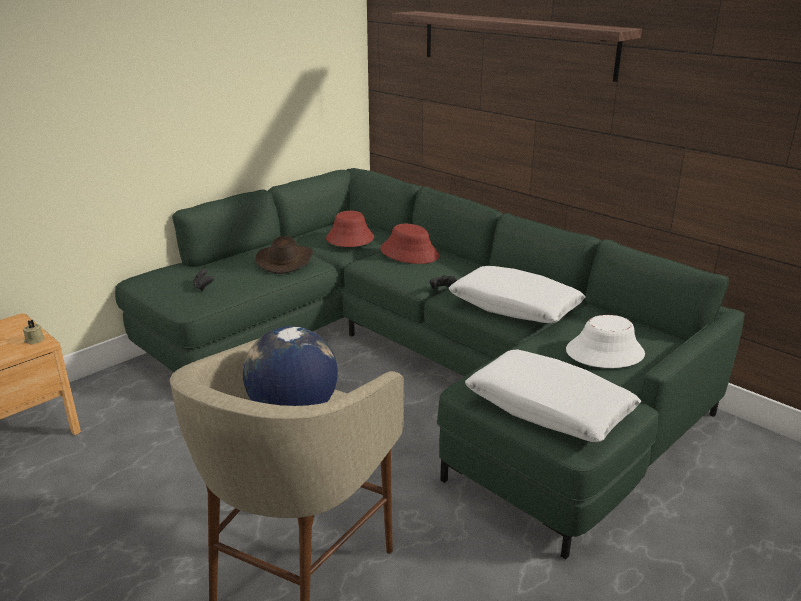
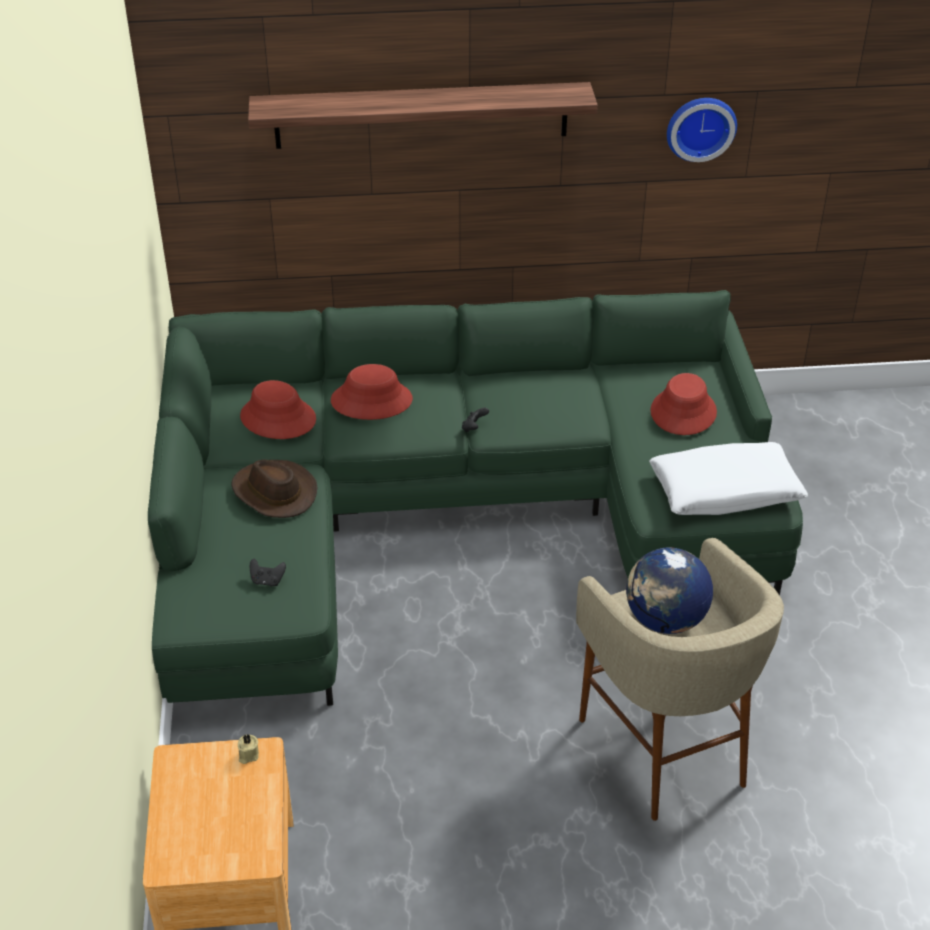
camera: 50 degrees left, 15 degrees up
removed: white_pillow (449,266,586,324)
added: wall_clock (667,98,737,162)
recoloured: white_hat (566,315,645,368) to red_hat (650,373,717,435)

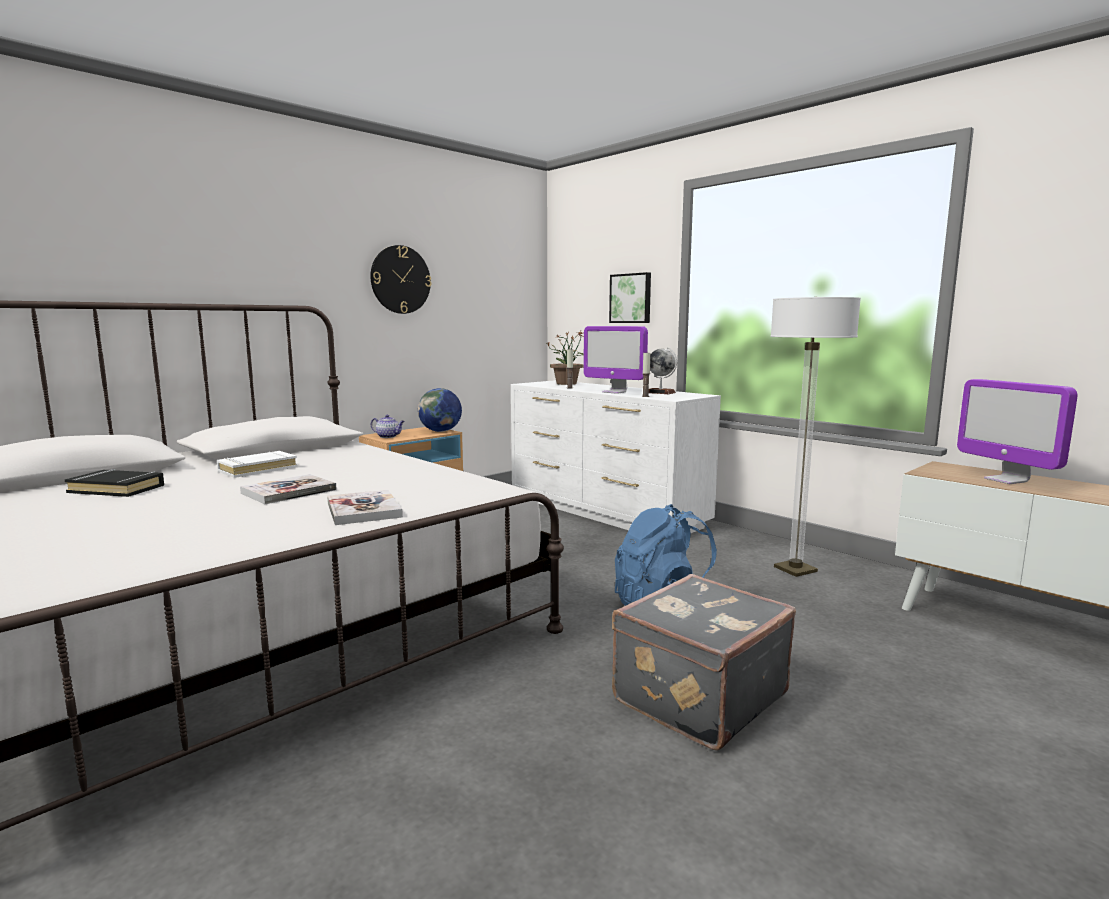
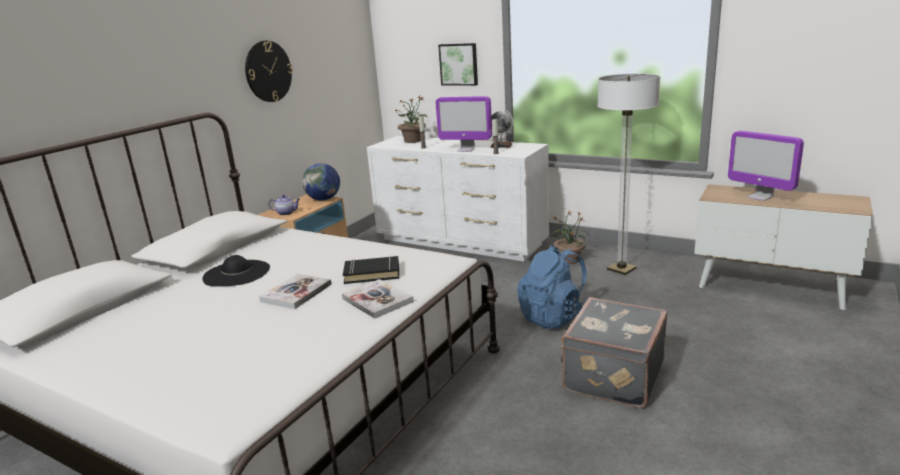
camera: 15 degrees left, 10 degrees up
added: potted_plant (549,212,587,264)
moved: black_book (65,469,164,497) to (343,256,399,284)
replaced: white_book (217,451,298,478) to black_hat (202,255,270,287)

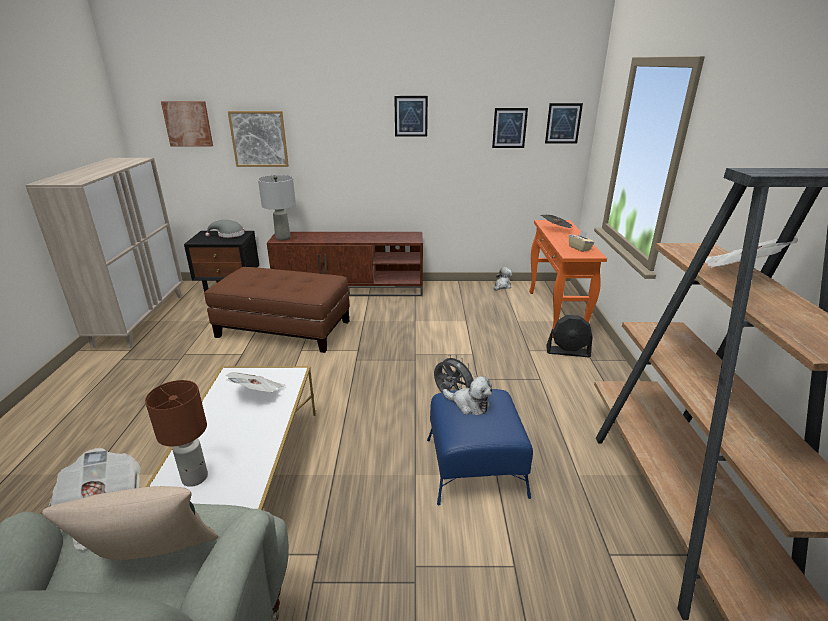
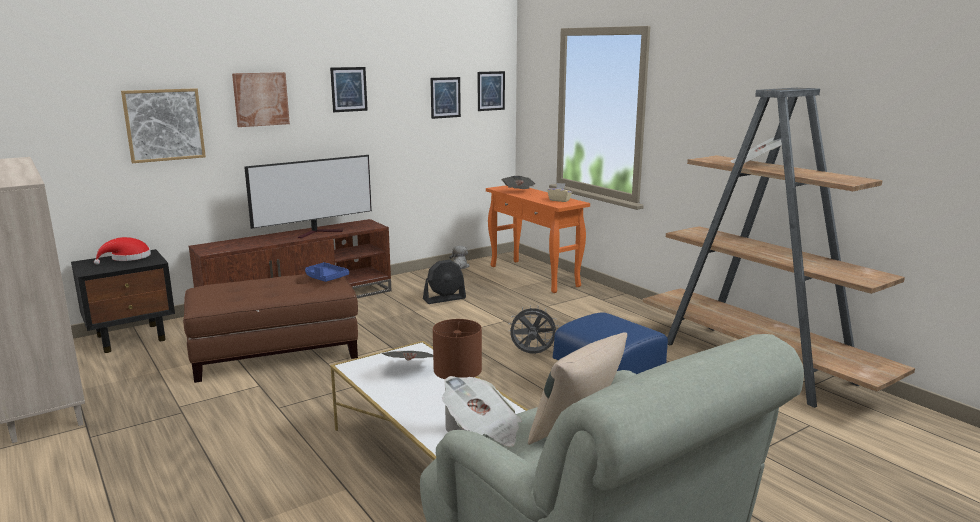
camera: 35 degrees left, 10 degrees down
removed: grey_table_lamp (258,175,296,241); plush_toy (443,376,492,415)
added: television (244,155,372,238); blue_tray (305,262,349,282)
moved: picture (161,101,213,146) to (232,72,290,127); black_fan (546,315,593,357) to (423,260,466,304)
recoloured: grey_hat (205,220,245,238) to red_hat (94,237,151,265)

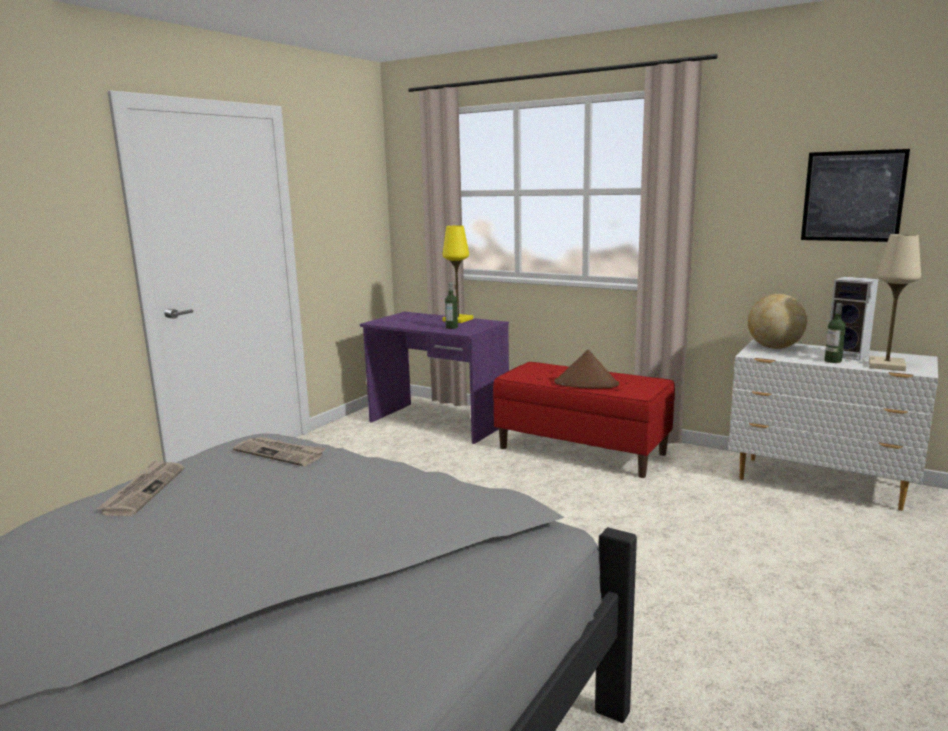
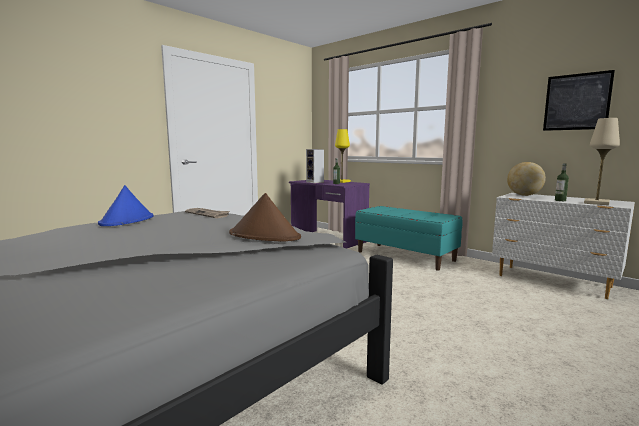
camera: 10 degrees right, 5 degrees down
moved: brown_hat (554,349,619,388) to (229,193,301,241); speaker (830,276,878,361) to (306,149,324,183)
replaced: newspaper (97,460,184,516) to blue_hat (98,185,153,226)
recoloured: red_bench (493,362,675,478) to turquoise_bench (355,206,462,271)

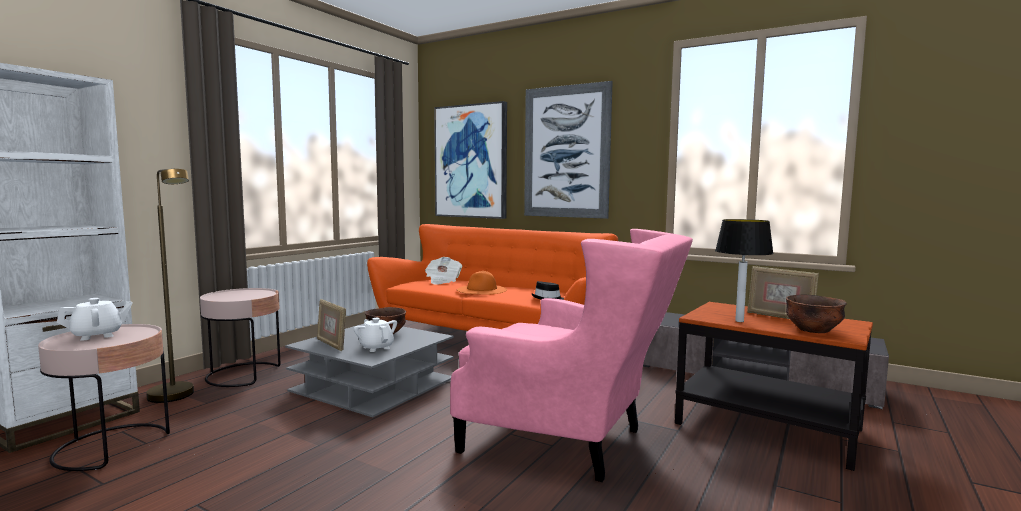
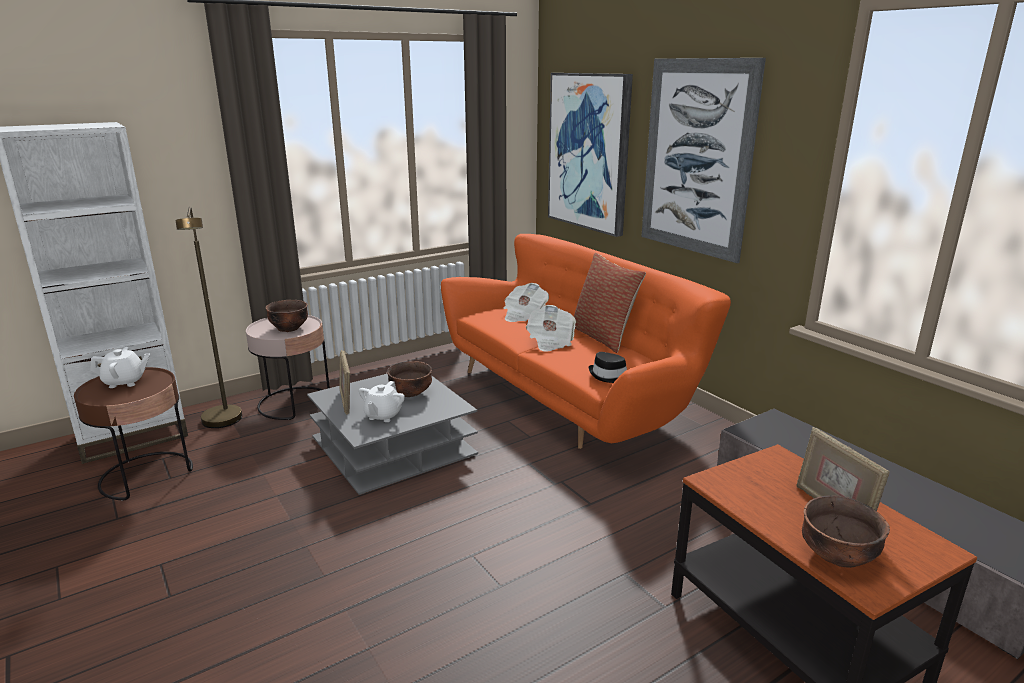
camera: 25 degrees right, 15 degrees up
removed: pink_armchair (450,229,693,482); table_lamp (715,219,774,322)
added: brown_bowl (265,300,308,332); pillow (573,253,646,353)
replaced: orange_hat (457,271,507,295) to newspaper (526,305,576,352)
recoloured: pink_side_table (38,324,170,471) to brown_side_table (74,367,193,501)
turned: white_teapot (354,318,397,352) = (359,381,405,422) 150 degrees counterclockwise

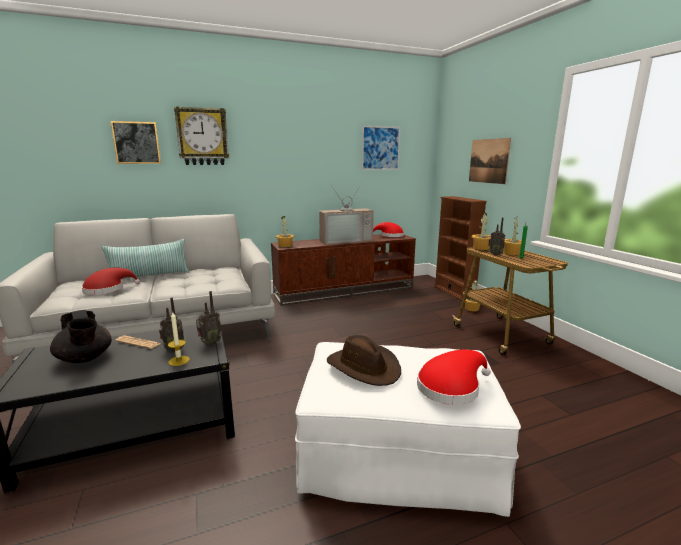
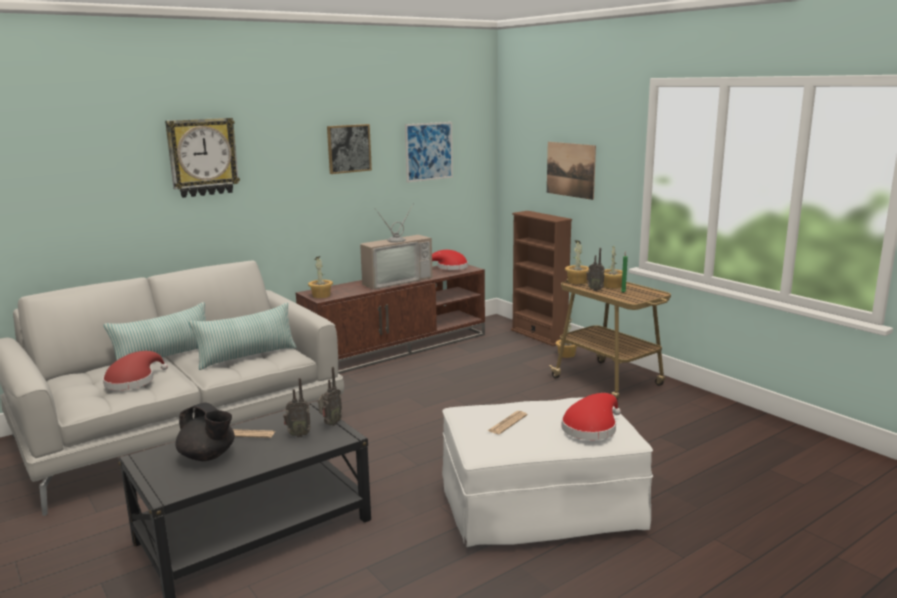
camera: 15 degrees left, 0 degrees up
removed: candle (168,311,190,366)
added: pillow (189,303,297,370)
moved: picture (111,121,161,164) to (327,124,372,174)
replaced: brown_hat (327,335,401,386) to newspaper (487,411,527,434)

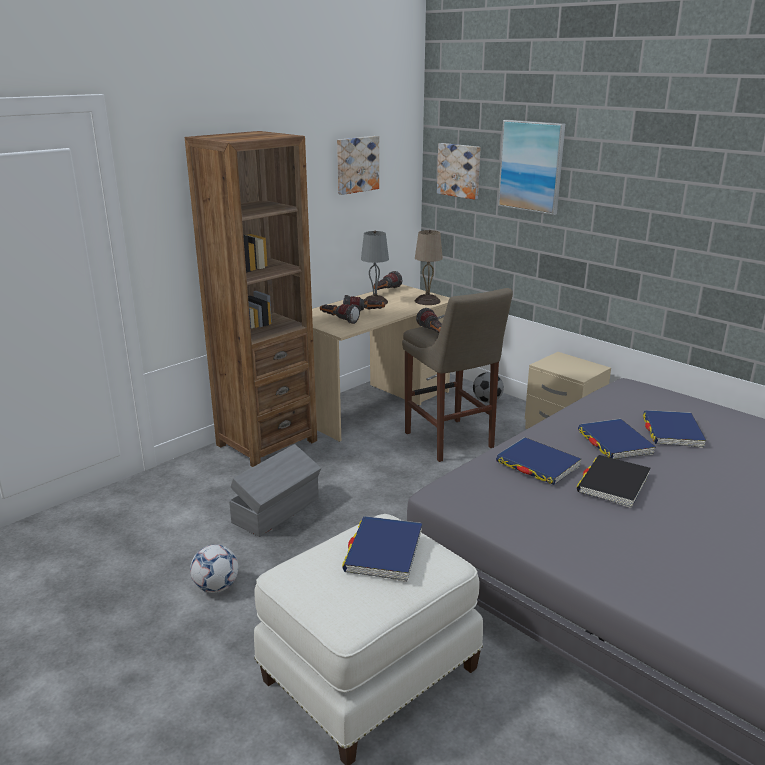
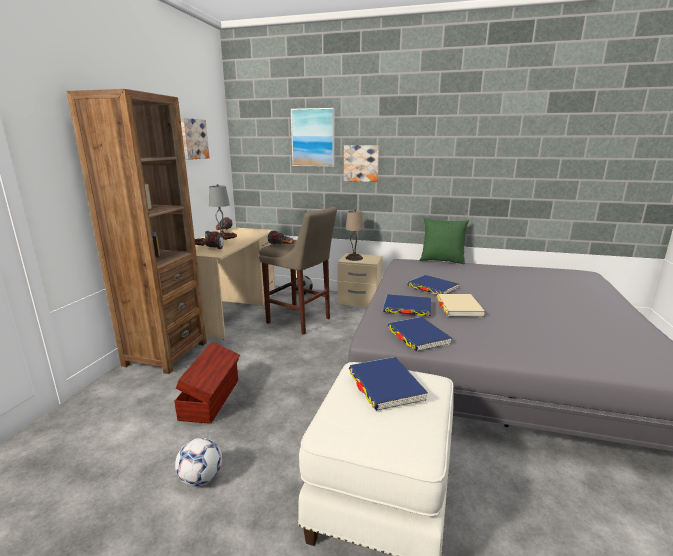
camera: 30 degrees left, 5 degrees down
added: green_pillow (420,218,469,264)
moved: beige_table_lamp (415,230,443,305) to (345,210,364,261); picture (437,143,481,199) to (344,145,379,182); blue_book (643,410,706,448) to (387,317,452,351)
recoloured: grey_storage_box (229,444,321,537) to brown_storage_box (174,342,240,424); black_book (577,455,651,508) to beige_book (437,294,485,317)

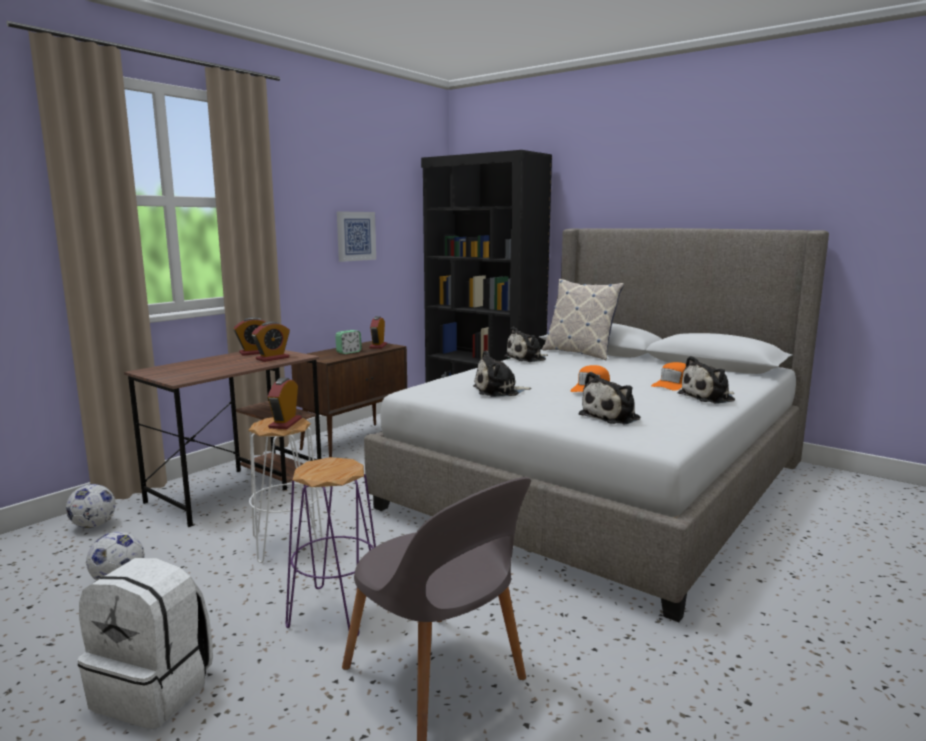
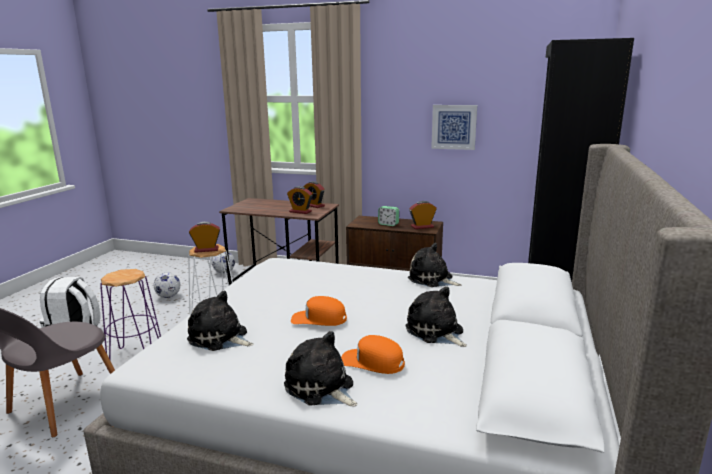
camera: 70 degrees right, 5 degrees up
removed: pillow (542,279,624,360)
moved: plush_toy (473,350,532,397) to (406,286,467,347)

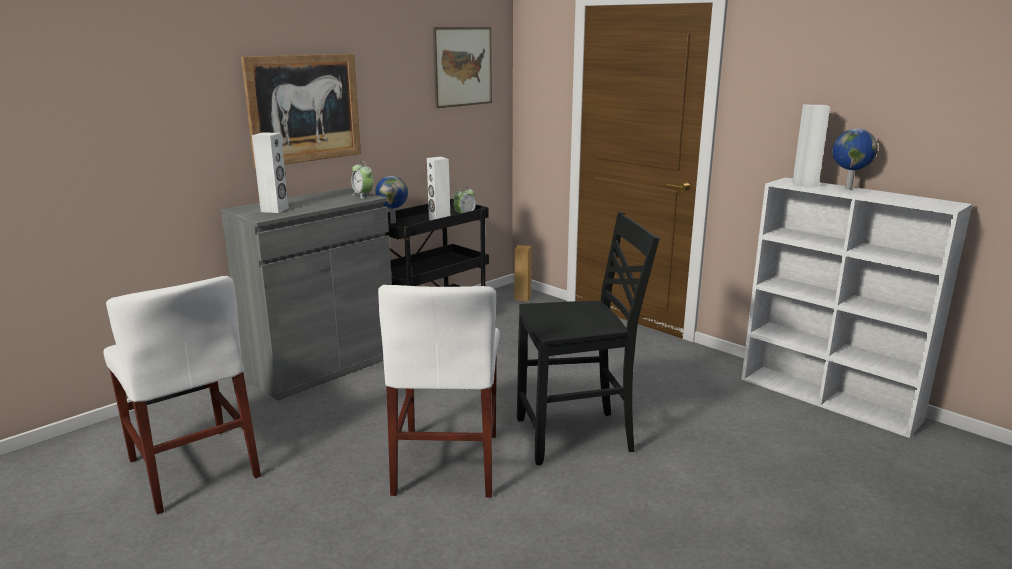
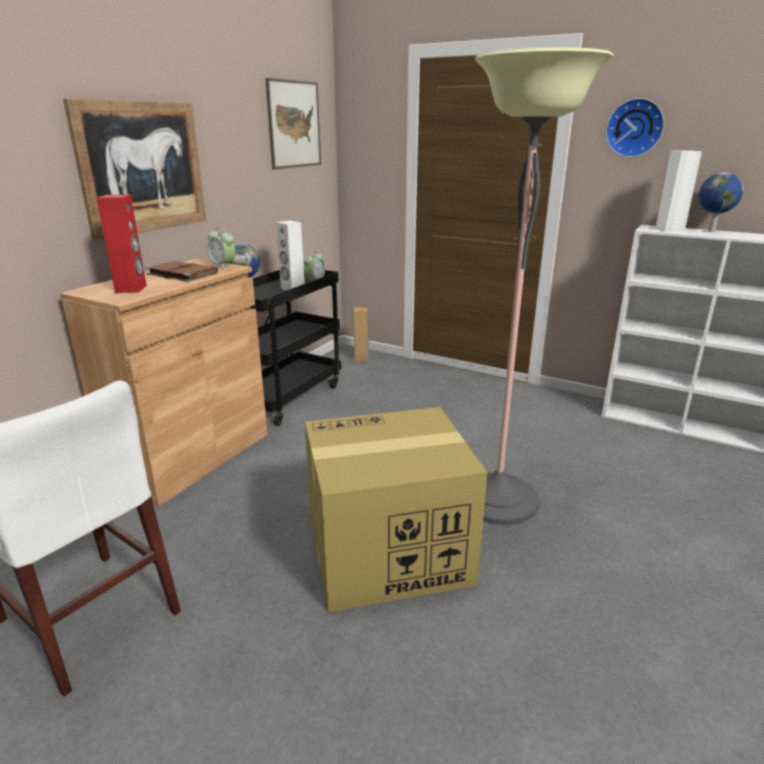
camera: 15 degrees left, 5 degrees up
added: brown_book (146,261,218,282); wall_clock (606,98,664,158)
replaced: white_chair (378,285,500,498) to cardboard_box (305,407,488,612); black_chair (517,212,659,465) to floor_lamp (475,47,614,525)
recoloured: grey_cabinet (221,187,392,401) to brown_cabinet (60,259,268,506); white_speaker (252,132,289,213) to red_speaker (96,195,147,293)

